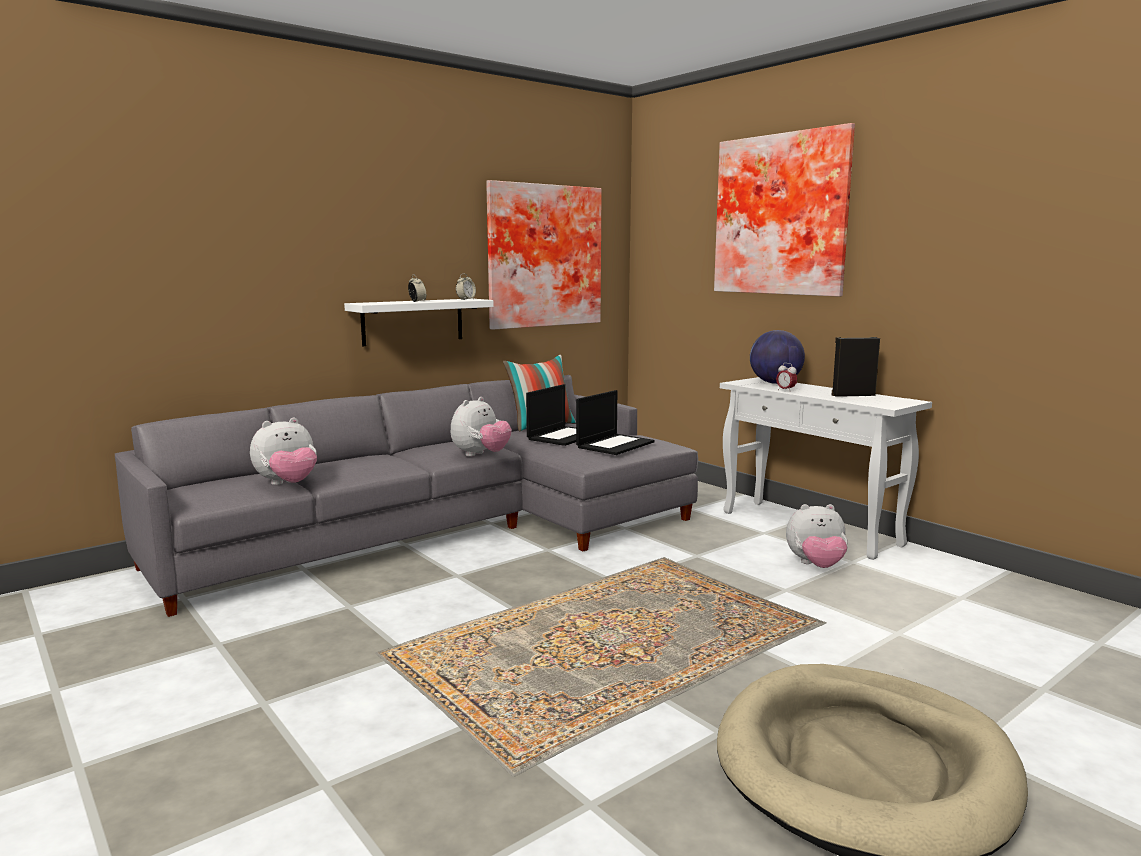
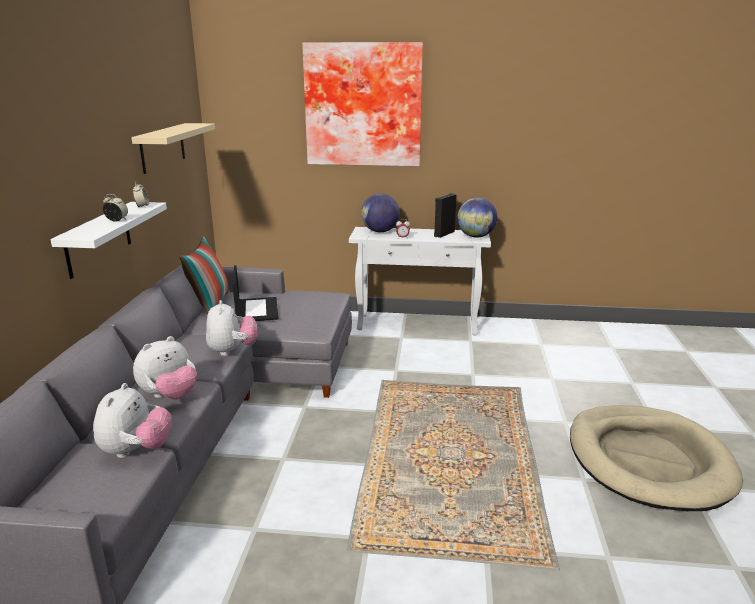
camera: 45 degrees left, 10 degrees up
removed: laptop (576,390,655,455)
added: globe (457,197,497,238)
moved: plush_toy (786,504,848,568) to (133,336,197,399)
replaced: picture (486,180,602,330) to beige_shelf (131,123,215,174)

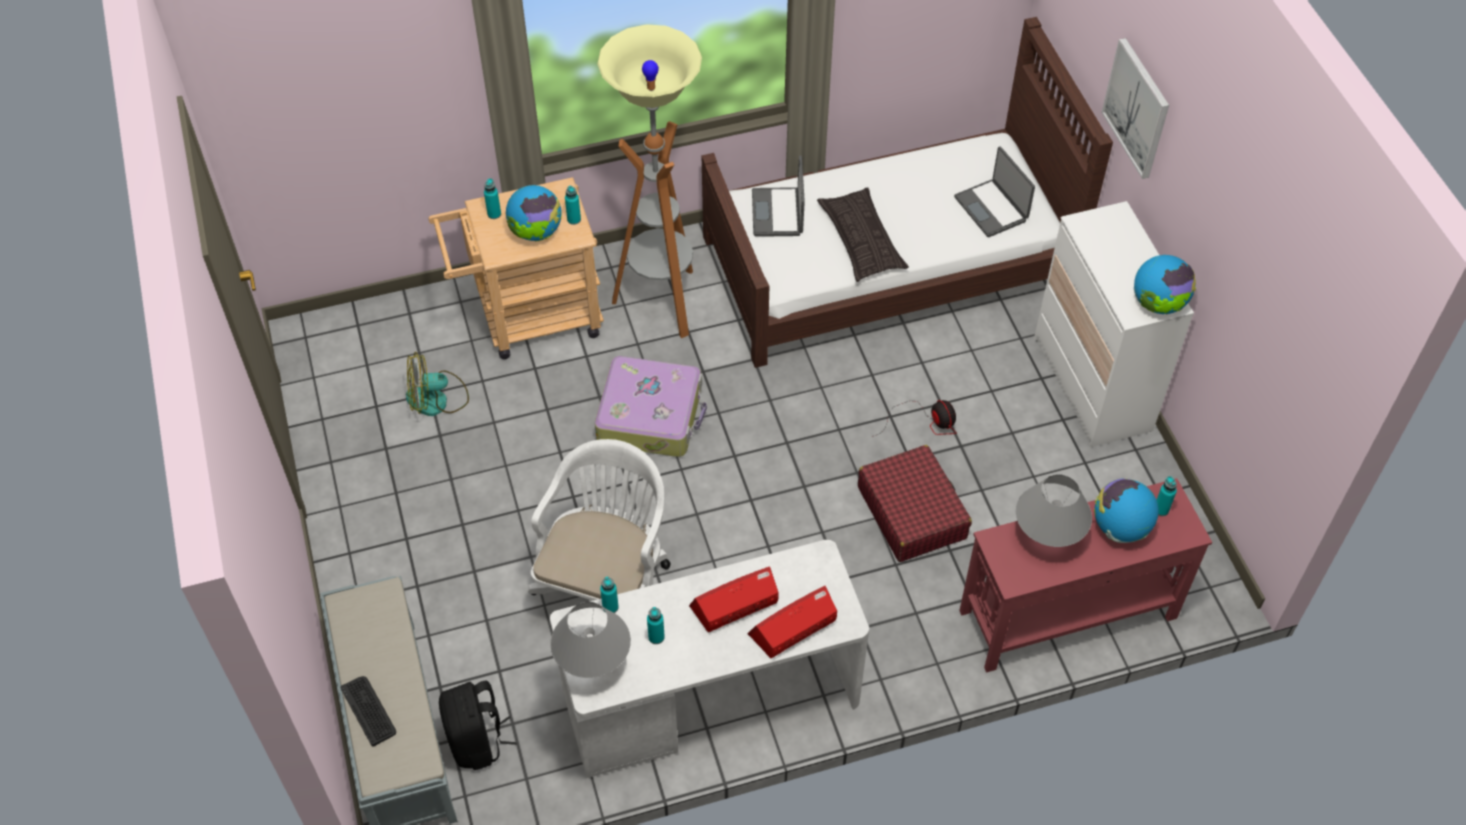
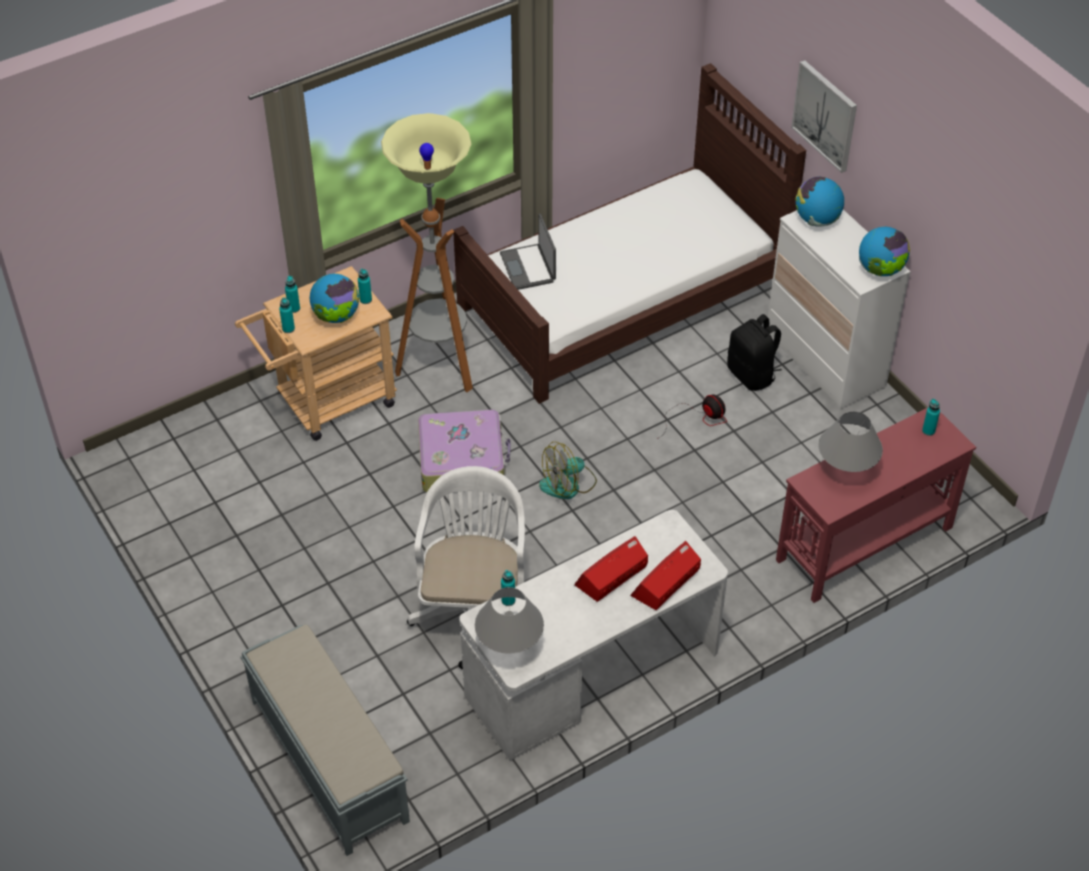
camera: 15 degrees left, 5 degrees down
removed: keyboard (340,676,396,747); pillow (817,188,909,282); red_suitcase (858,445,972,562); laptop (954,146,1035,237)
moved: fan (406,352,469,416) to (539,442,597,499); black_backpack (439,681,517,770) to (727,314,782,391); turquoise_bottle (647,607,665,644) to (279,297,295,333); globe (1094,479,1159,543) to (795,177,844,227)

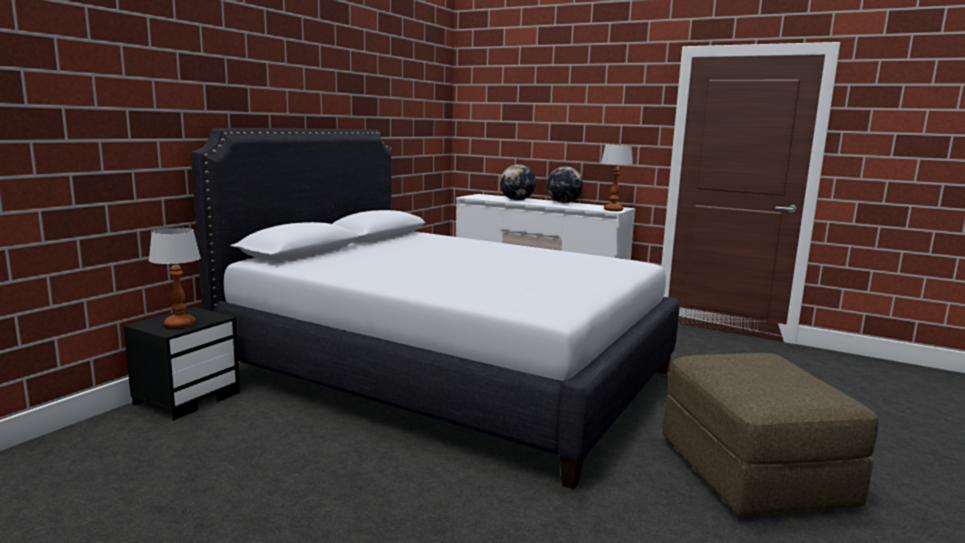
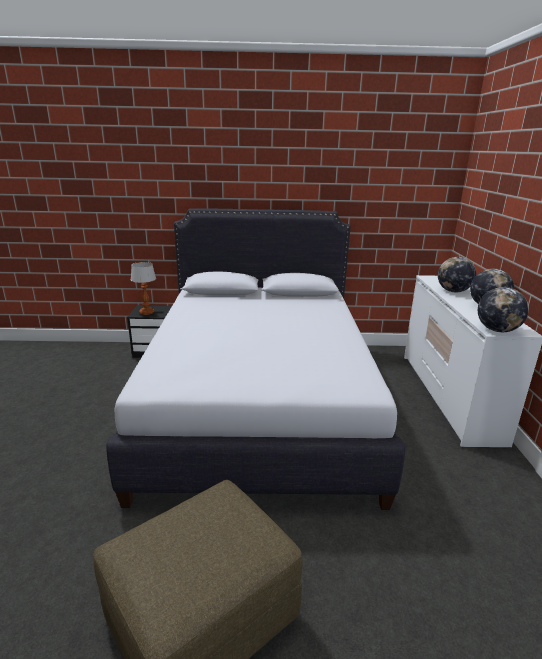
camera: 60 degrees right, 10 degrees up
replaced: table_lamp (601,144,633,211) to globe (478,287,529,332)

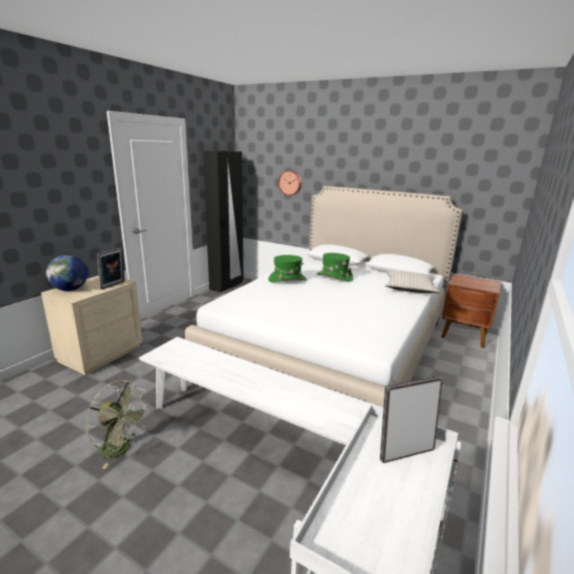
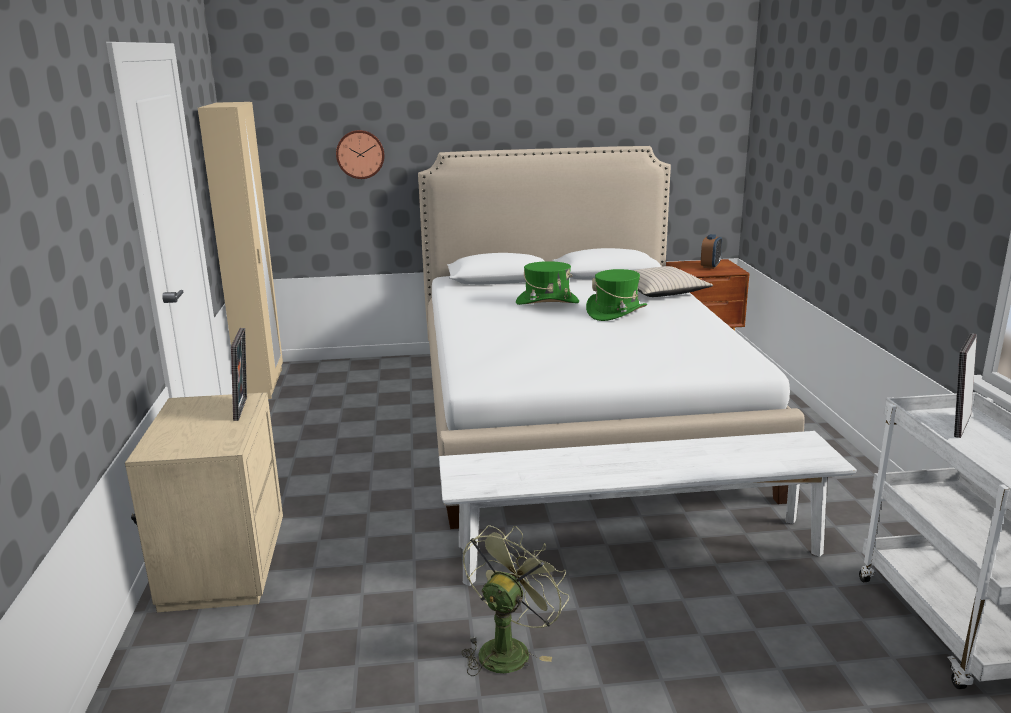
camera: 35 degrees left, 0 degrees up
removed: globe (46,255,88,291)
added: alarm_clock (701,234,722,269)
moved: green_hat (268,255,307,282) to (586,269,647,321)
recoloured: black_wardrobe (203,151,243,293) to beige_wardrobe (198,102,283,399)
turned: green_fan (86,380,149,469) = (461,525,569,676) 45 degrees counterclockwise

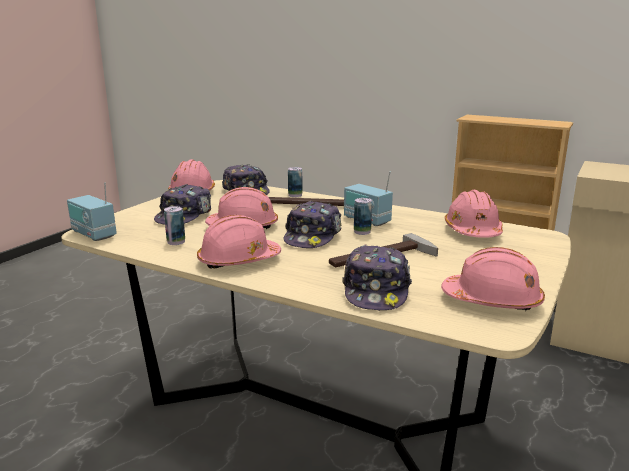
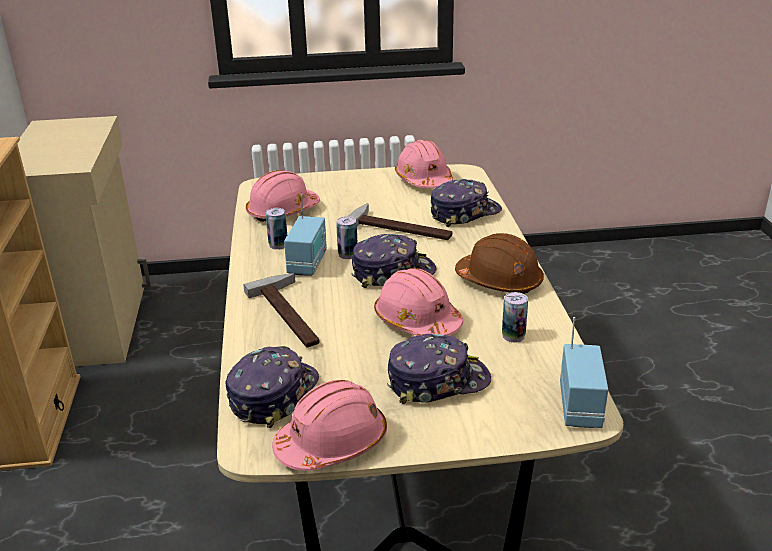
camera: 125 degrees left, 10 degrees up
moved: can (288,167,303,197) to (266,208,287,250)
recoloured: pink_hard_hat (197,215,281,269) to brown_hard_hat (455,233,544,294)

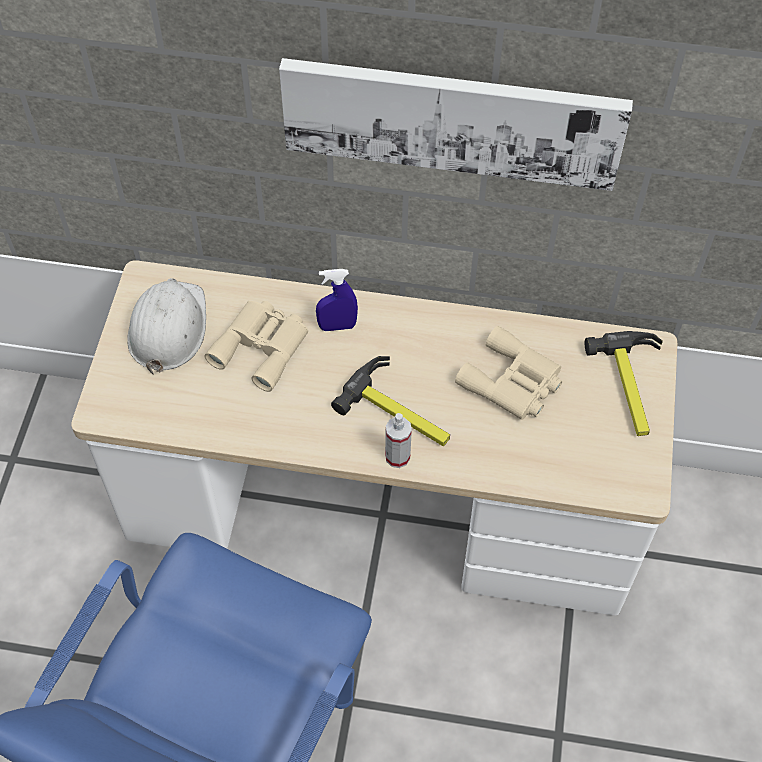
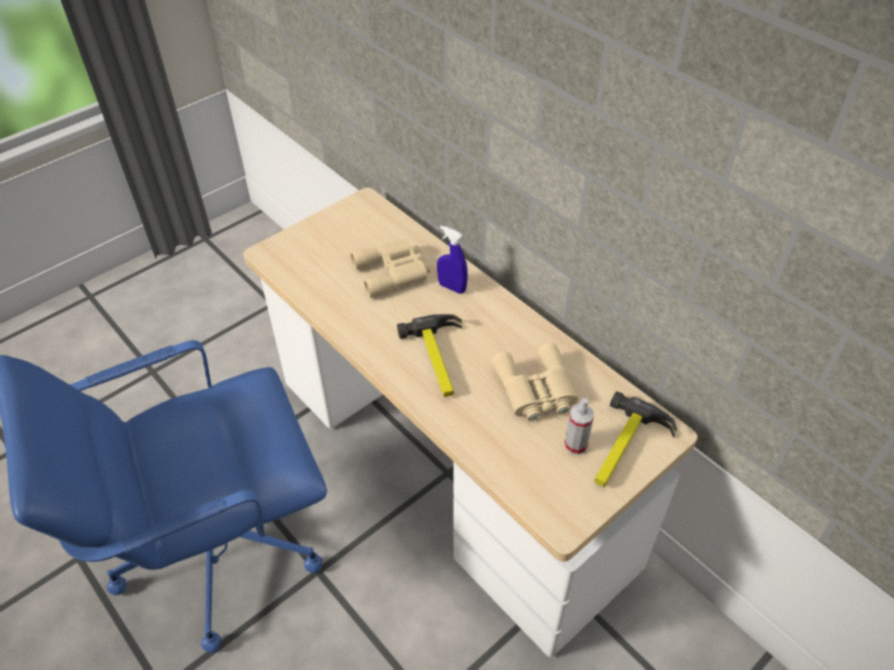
camera: 40 degrees right, 10 degrees down
removed: white_hard_hat (127,278,206,375); picture (279,58,633,191)
moved: spray_bottle (385,413,412,468) to (564,398,594,455)

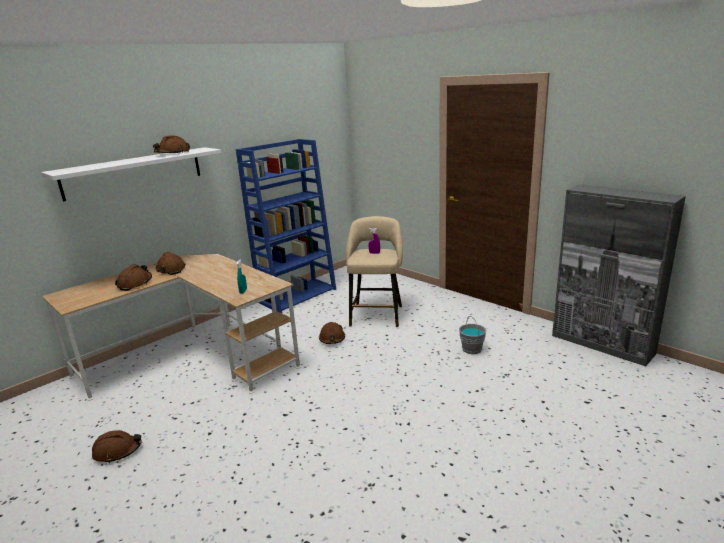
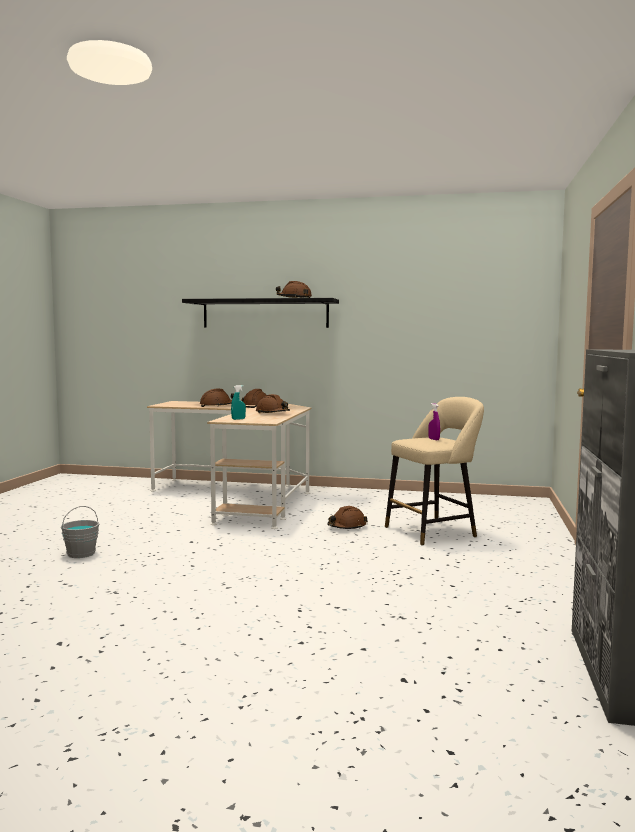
camera: 55 degrees right, 15 degrees down
removed: blue_bookcase (236,139,336,313)
moved: brown_hard_hat (92,430,142,463) to (256,394,290,413); grey_bucket (459,316,486,354) to (61,506,99,558)
recoloured: white_shelf (41,147,221,201) to black_shelf (182,298,339,328)

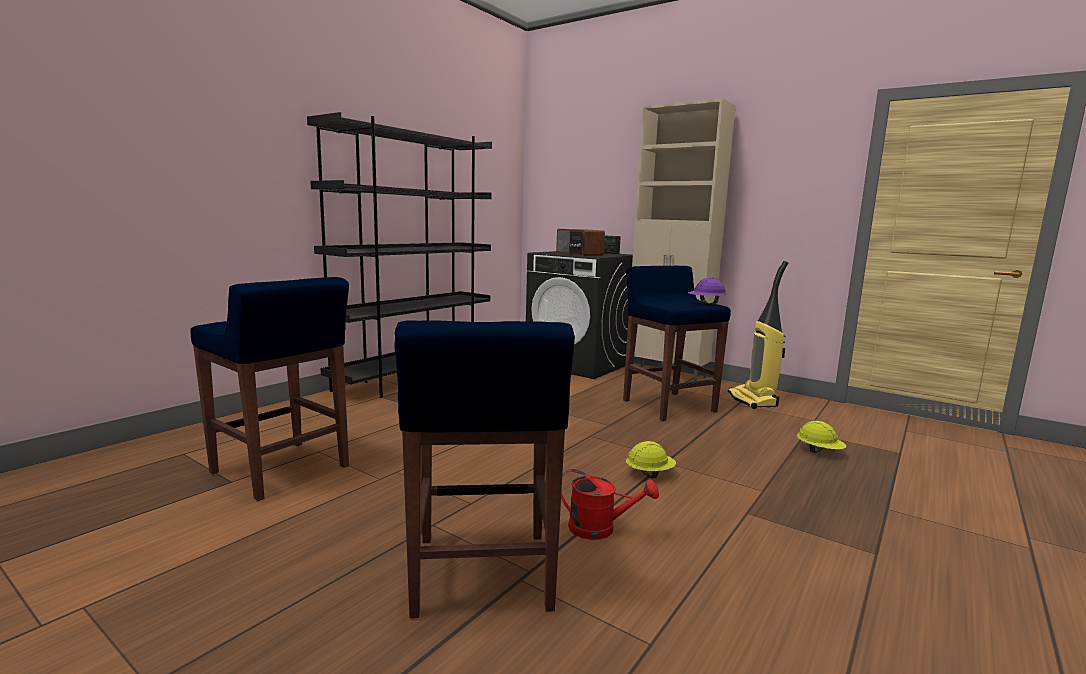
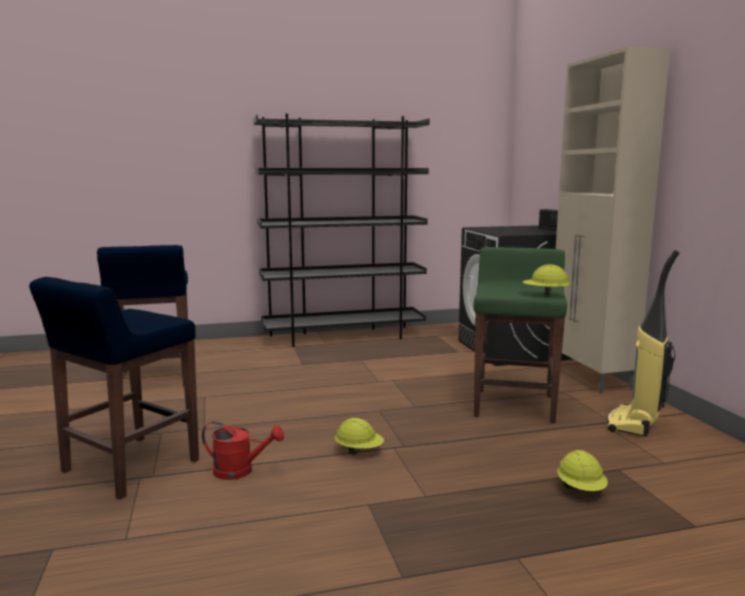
camera: 40 degrees right, 0 degrees up
removed: radio (556,229,605,256)
recoloured: blue_stool (623,266,731,421) to green_stool (473,247,567,424); purple_hard_hat (688,277,727,304) to yellow_hard_hat (522,264,570,296)
turned: red_watering_can (561,469,659,540) = (202,421,284,480) 45 degrees counterclockwise

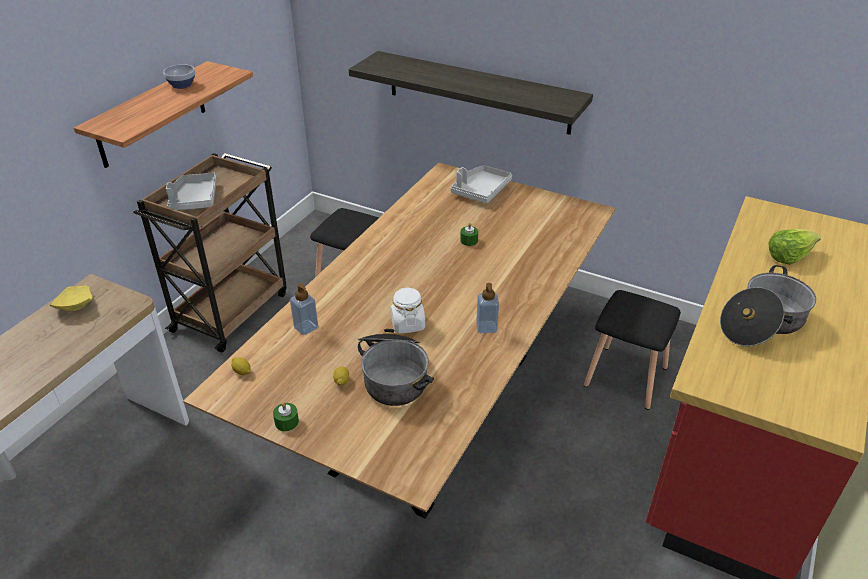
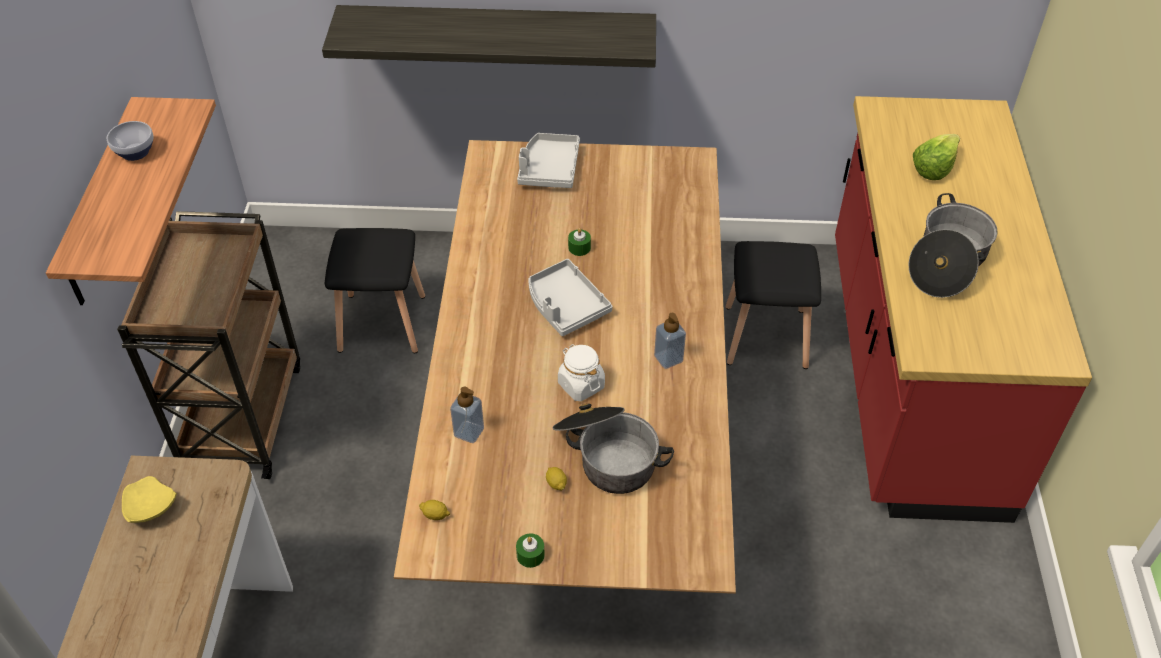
camera: 25 degrees left, 10 degrees up
moved: grey_tray (166,173,217,210) to (528,259,612,336)

